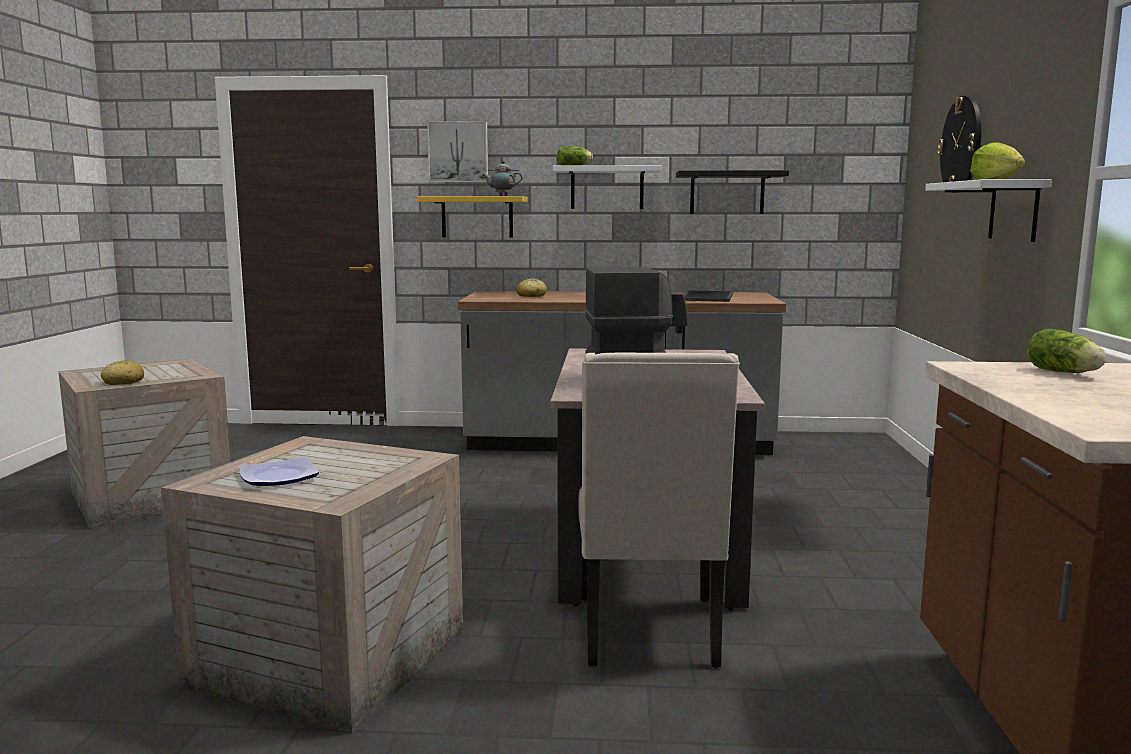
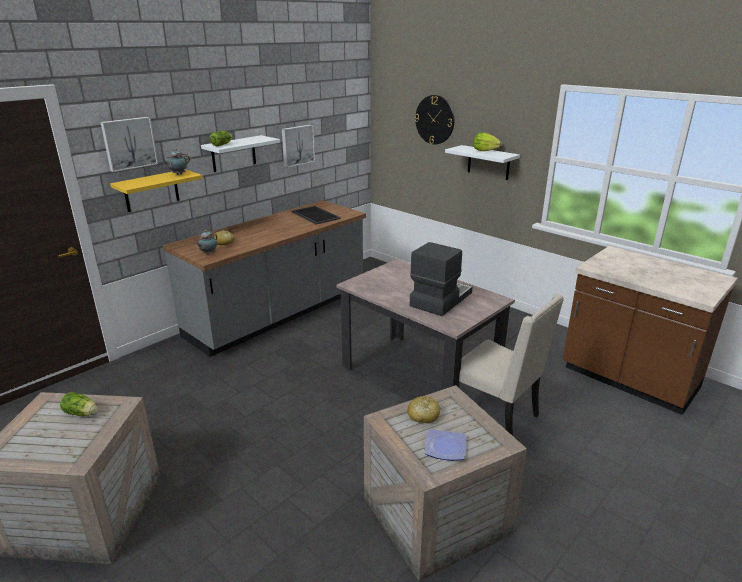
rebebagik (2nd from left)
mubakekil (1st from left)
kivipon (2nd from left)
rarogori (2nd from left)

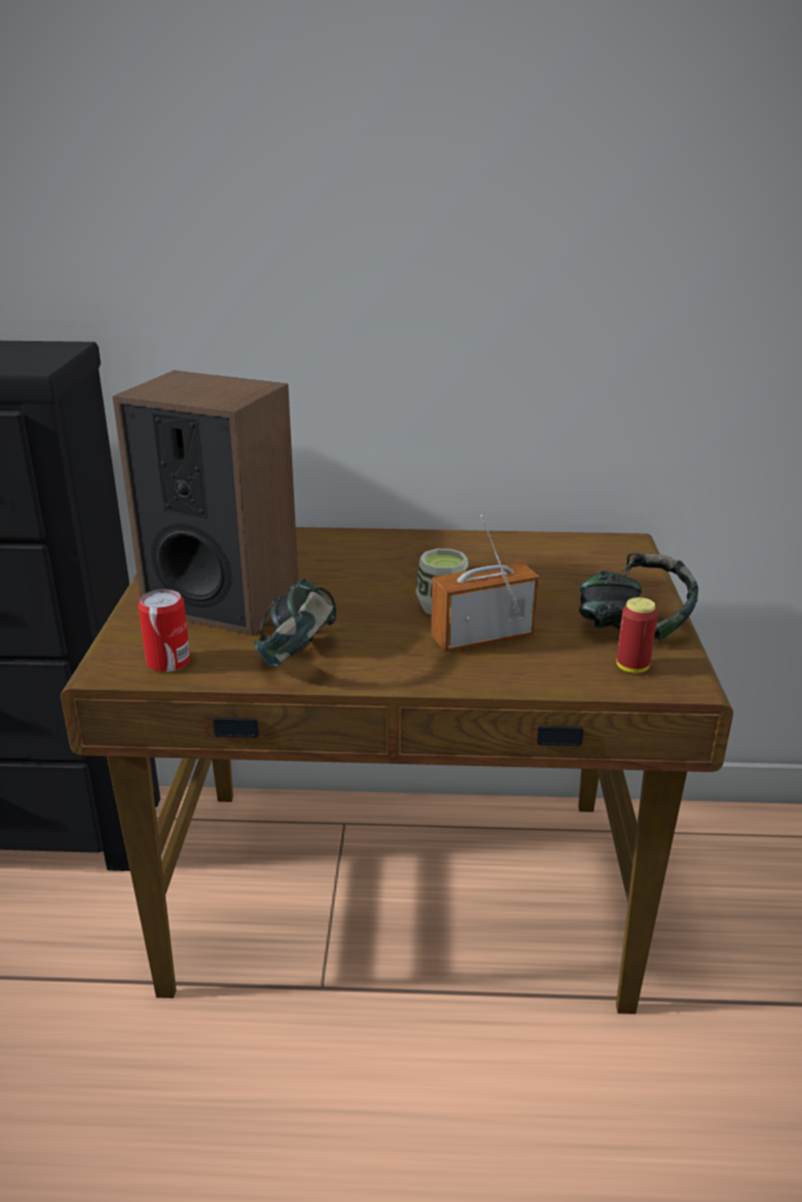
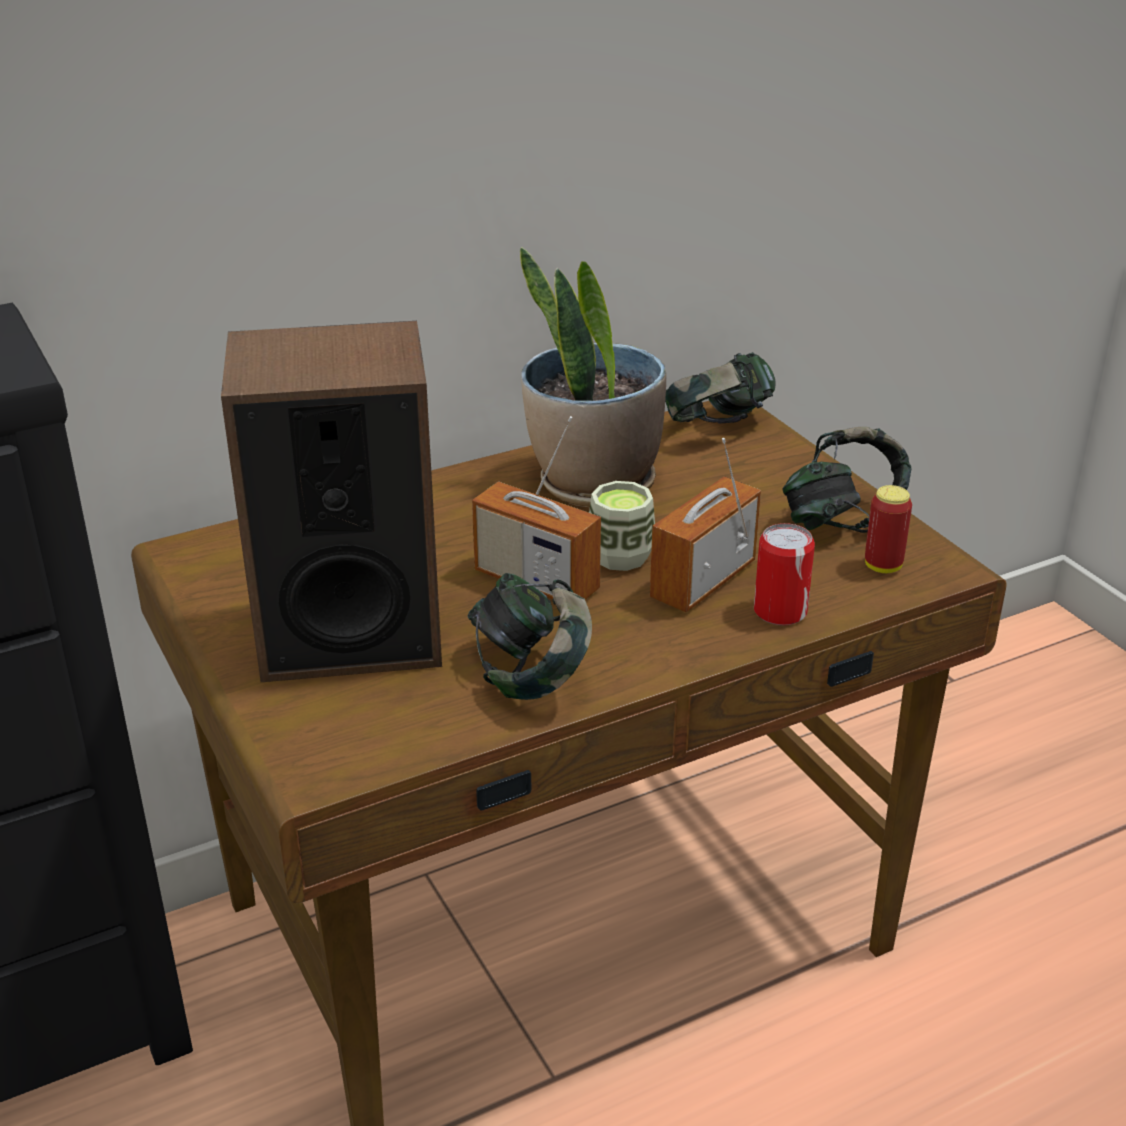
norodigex (1st from left)
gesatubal
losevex (2nd from left)
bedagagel (1st from left)

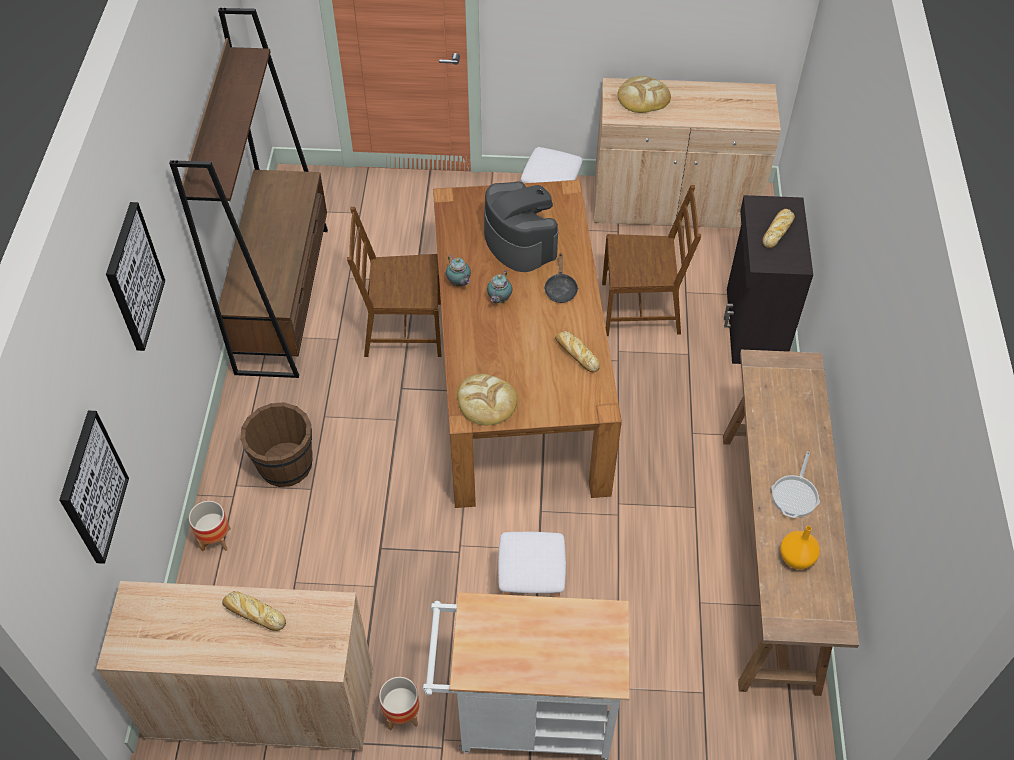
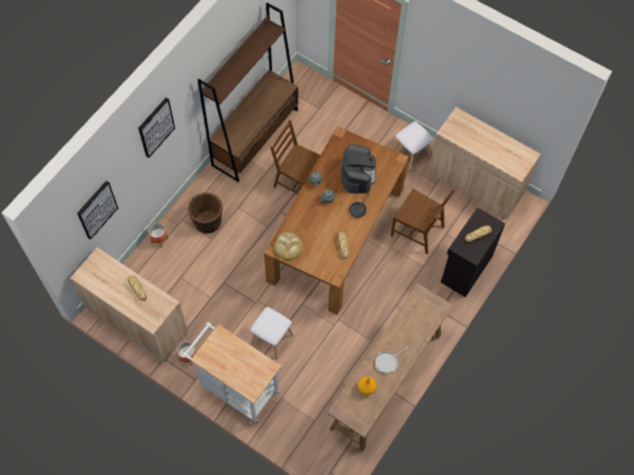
kivipon (4th from left in the first image)

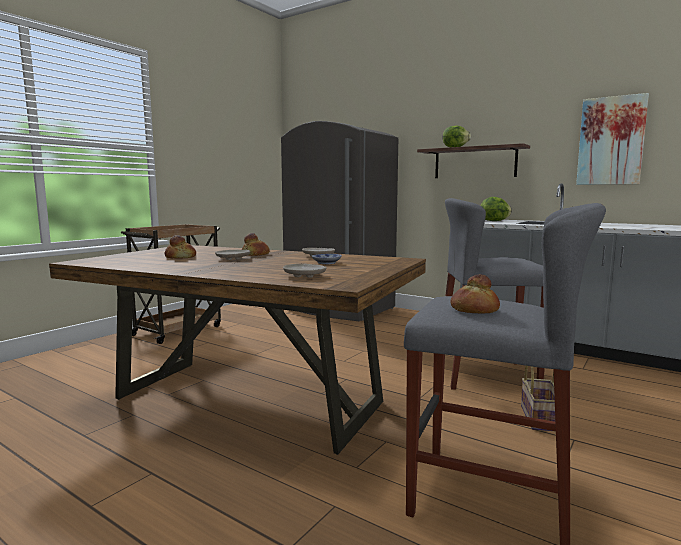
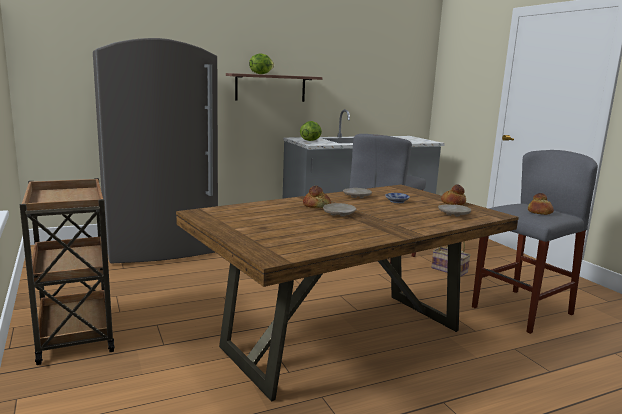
rebebagik
kivipon (2nd from left)

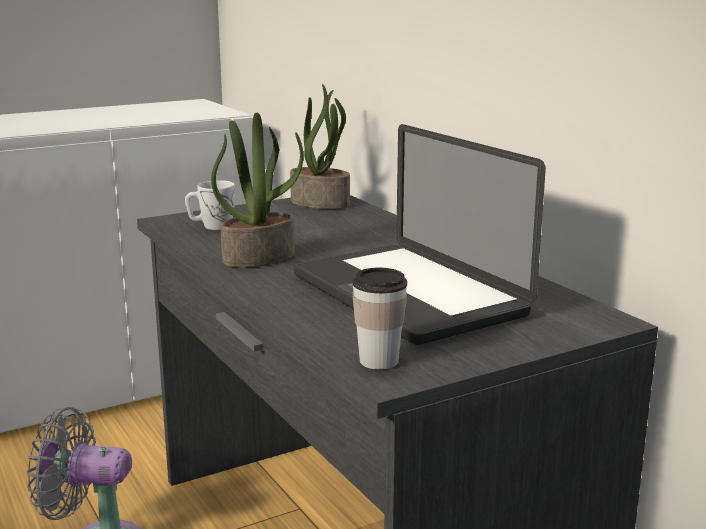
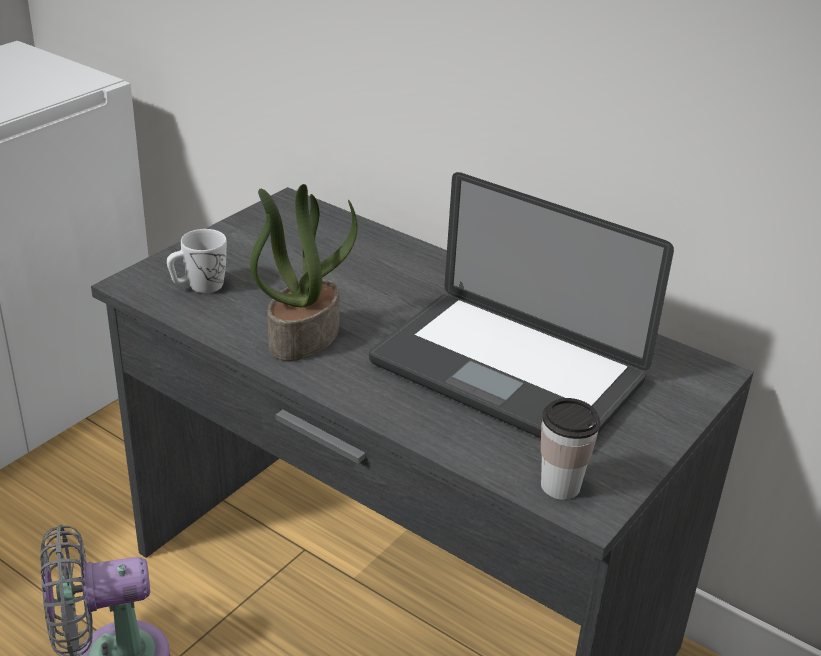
gesatubal (2nd from left in the first image)

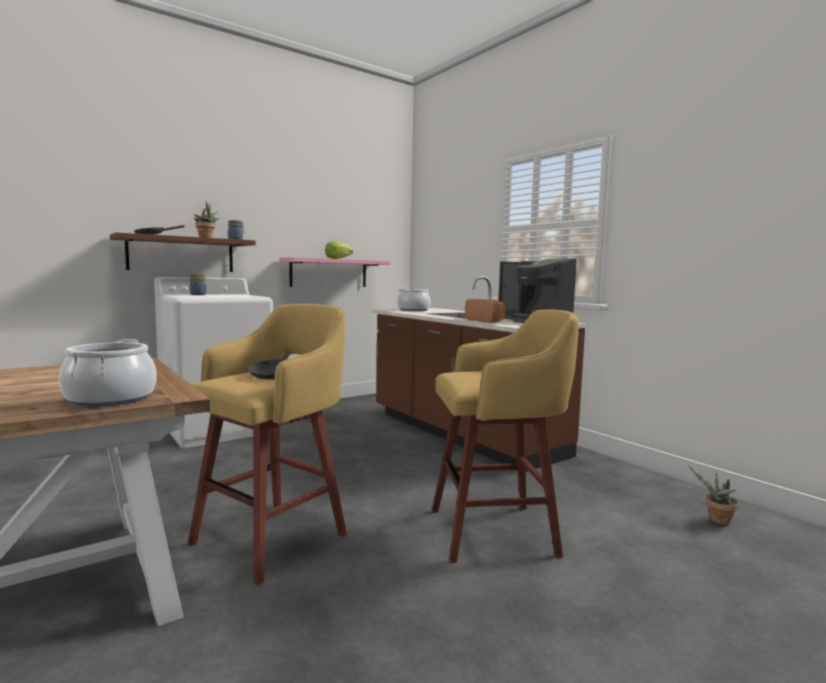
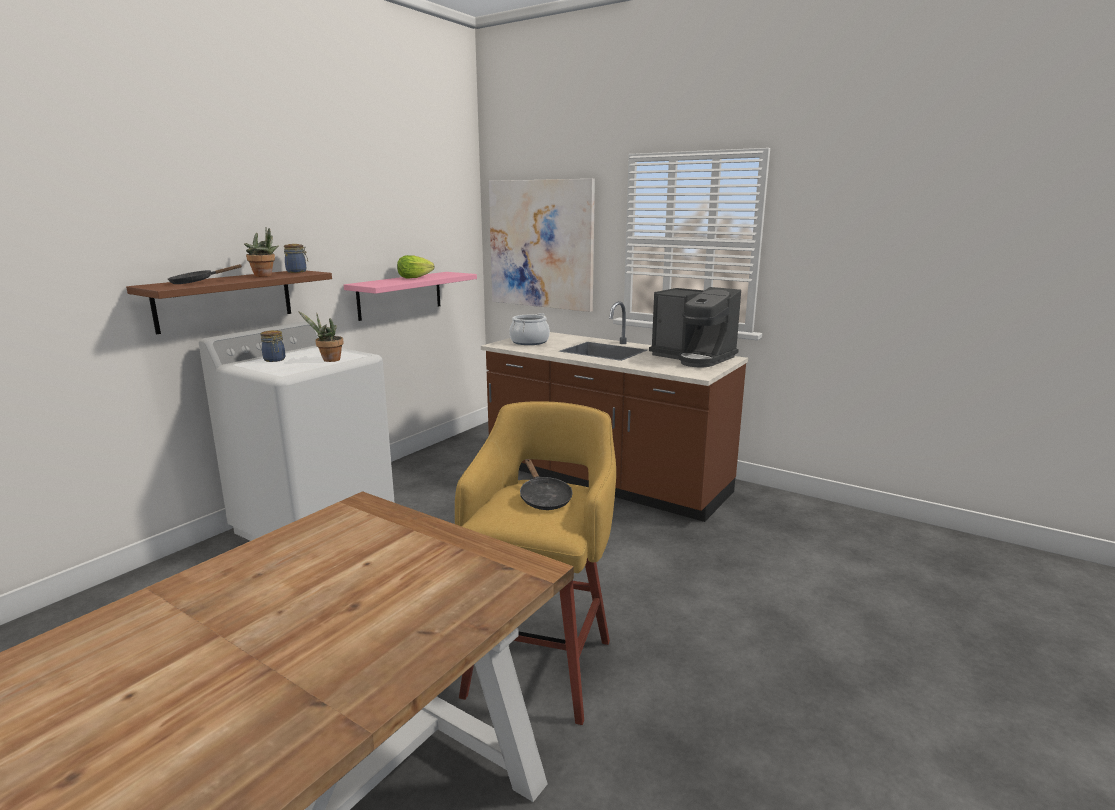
kivipon
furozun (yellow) (2nd from left in the first image)
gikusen (1st from left in the first image)
gesatubal (2nd from left)
rebebagik

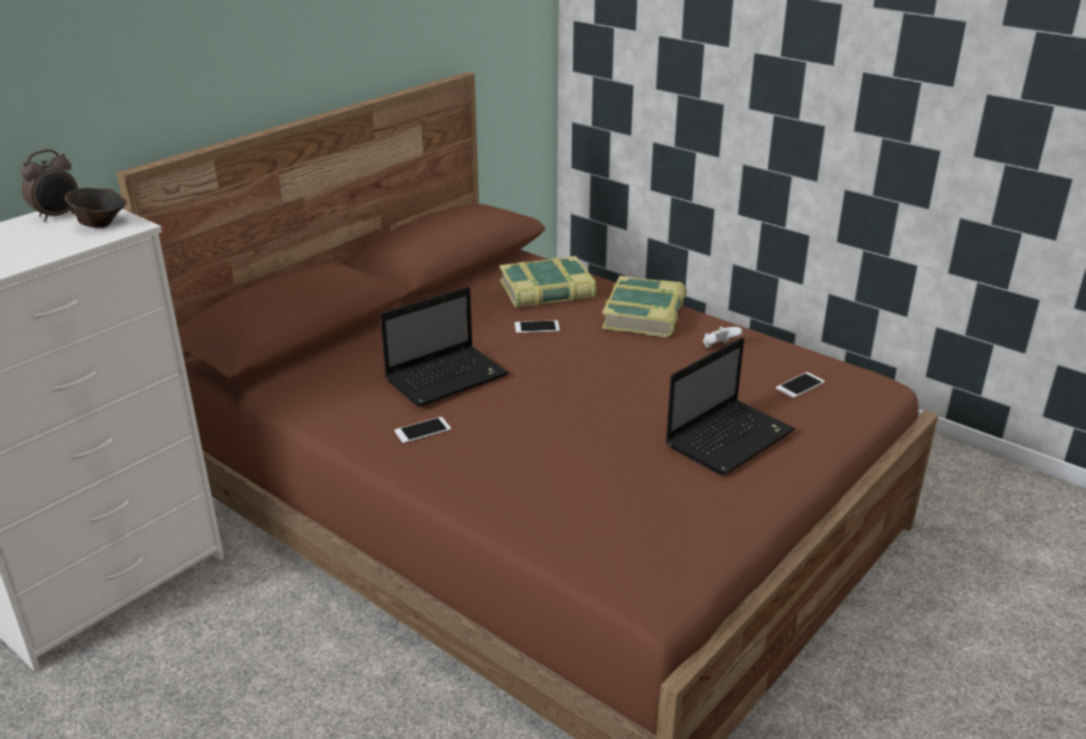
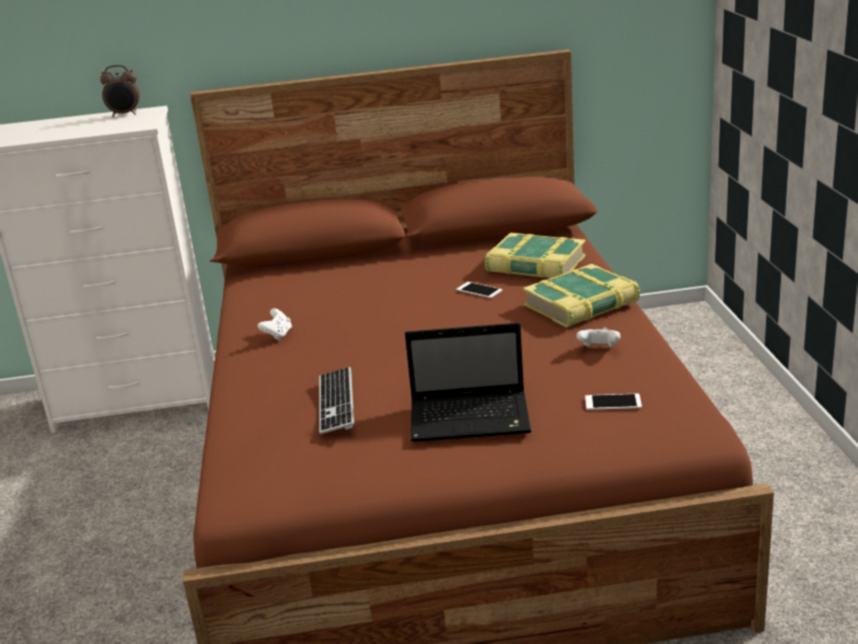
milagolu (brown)
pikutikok (1st from left in the first image)
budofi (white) (1st from left)
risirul

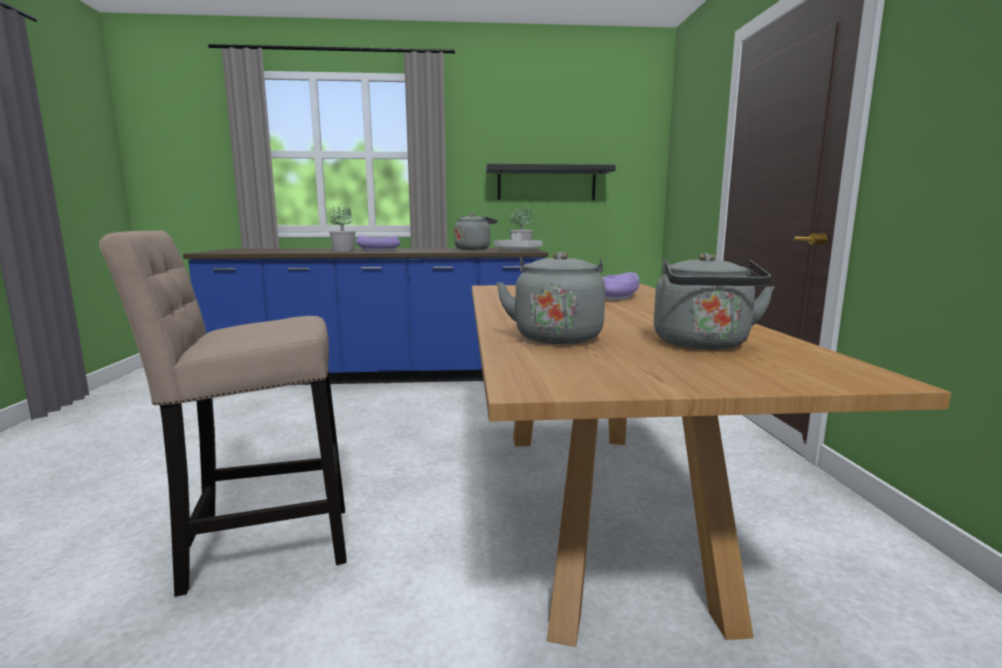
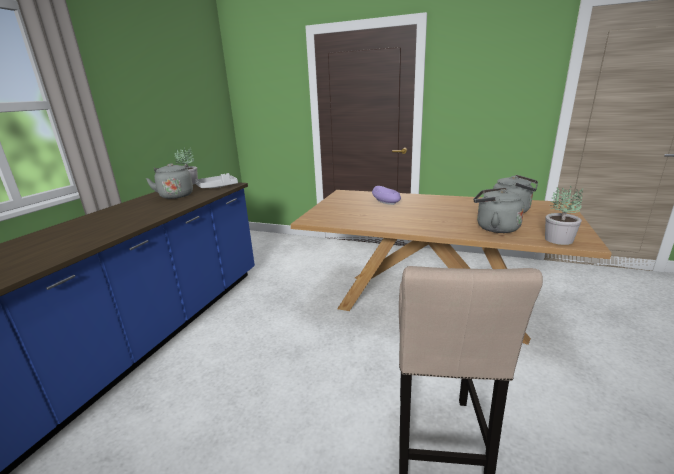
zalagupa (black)
gesatubal (2nd from left)
milagolu (purple) (1st from left in the first image)

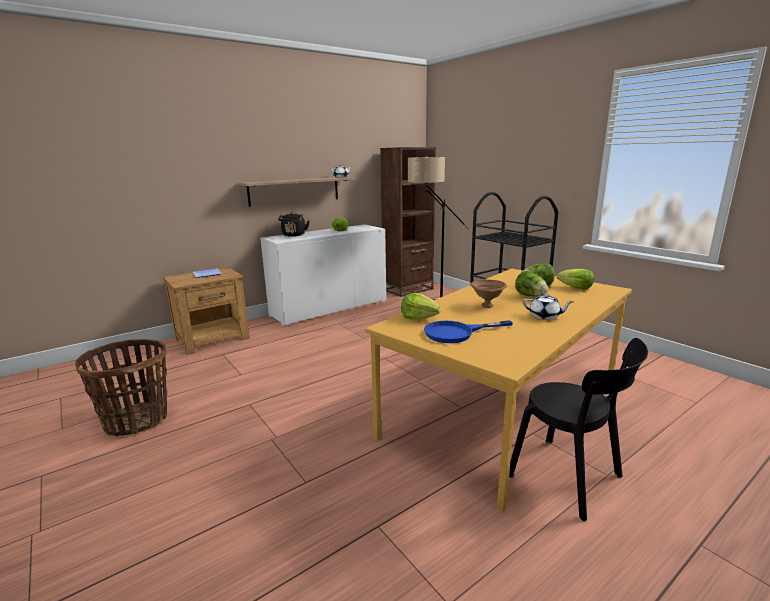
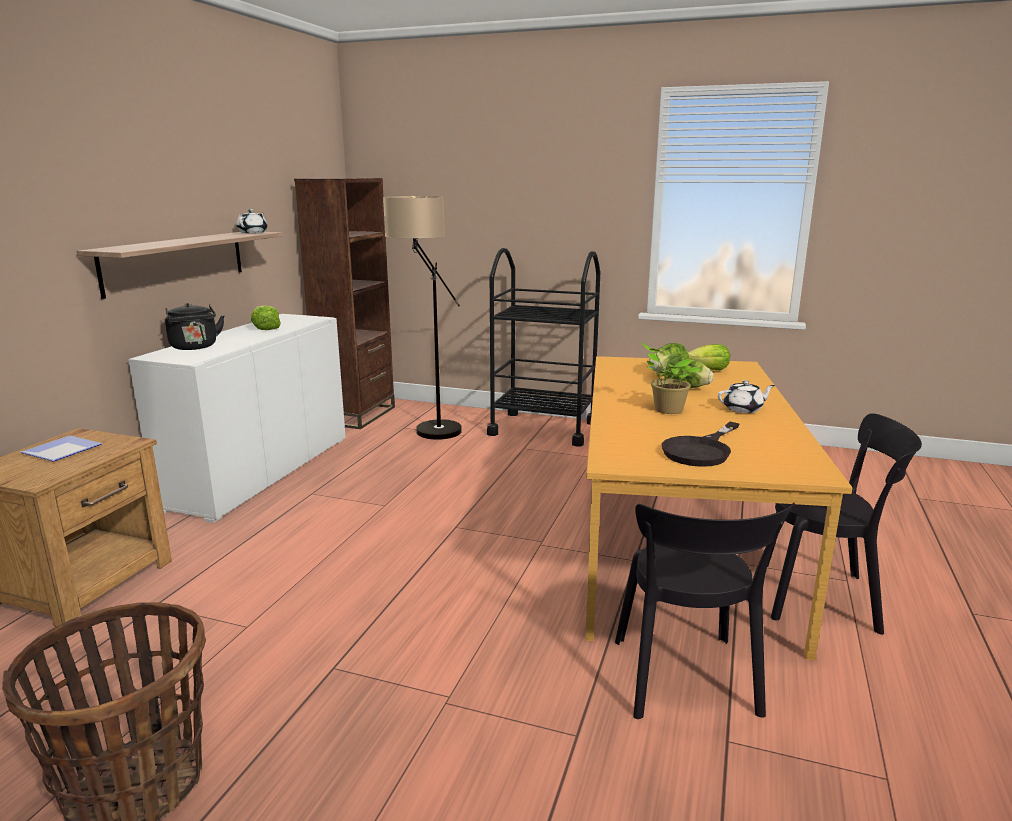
gesatubal
mubakekil (2nd from left in the first image)
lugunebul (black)
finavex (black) (1st from left)

